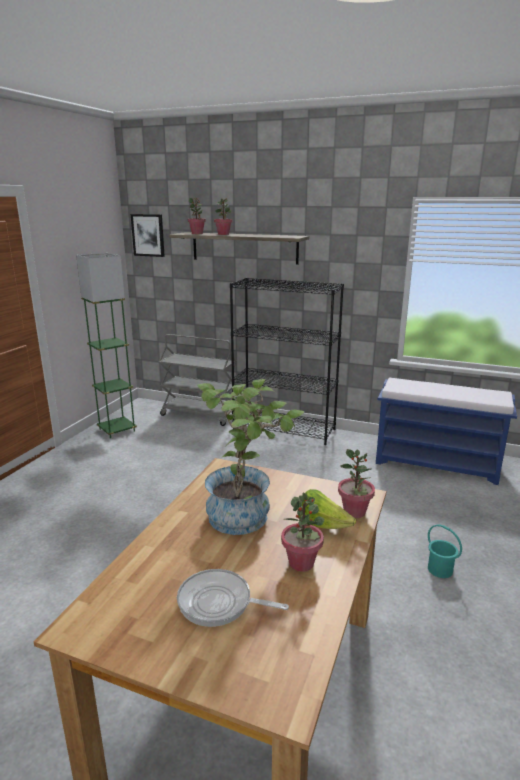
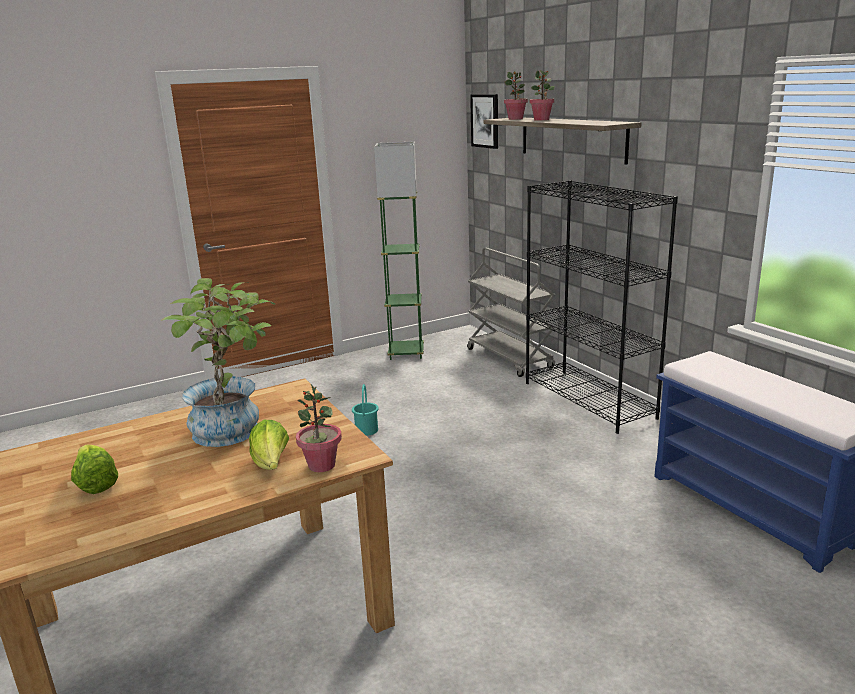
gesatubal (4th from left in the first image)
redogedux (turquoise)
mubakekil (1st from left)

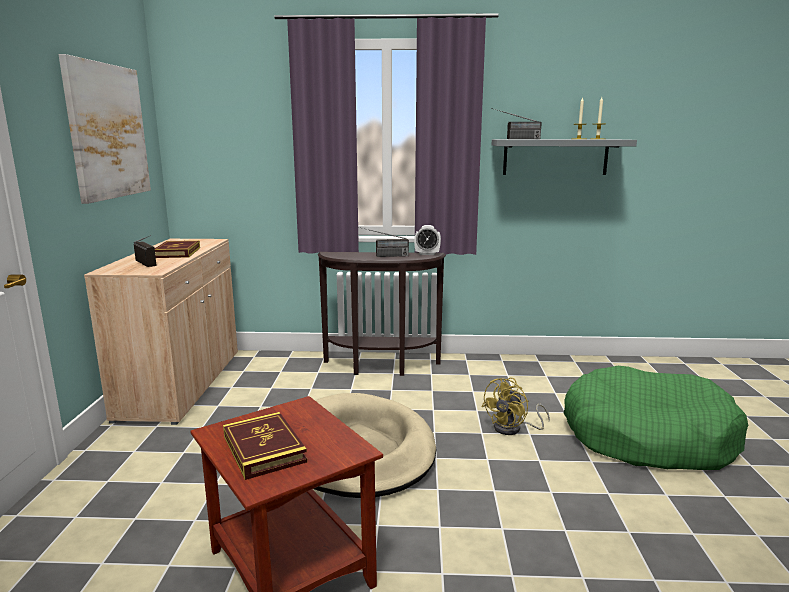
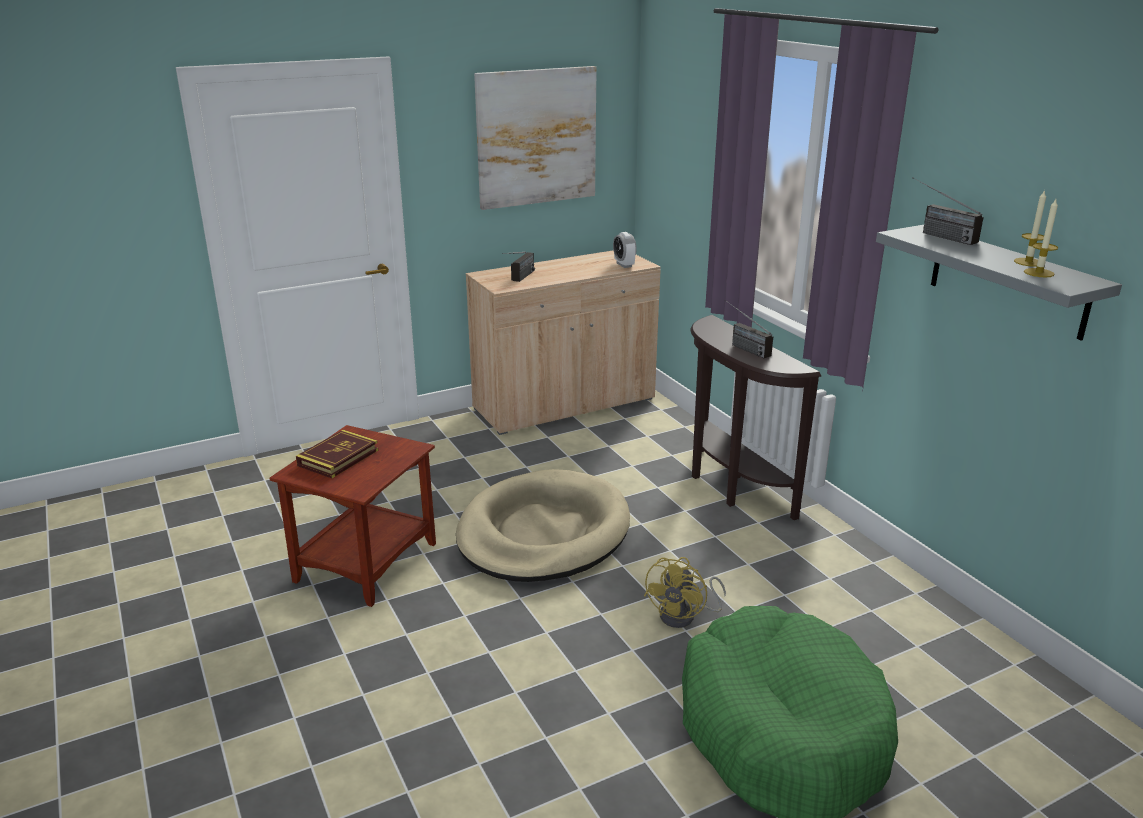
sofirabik
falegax (1st from left in the first image)
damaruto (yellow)

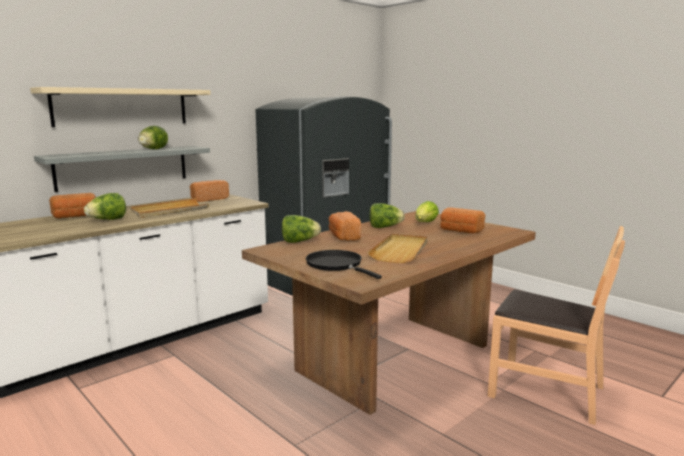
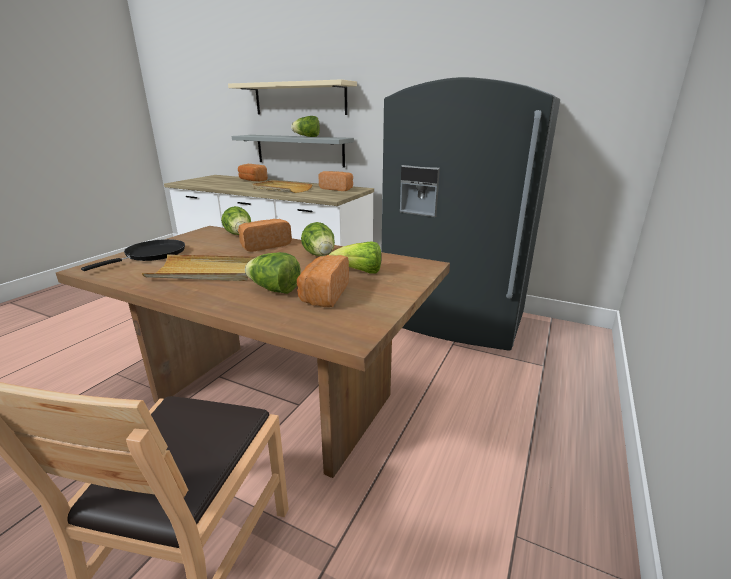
mubakekil (2nd from left)

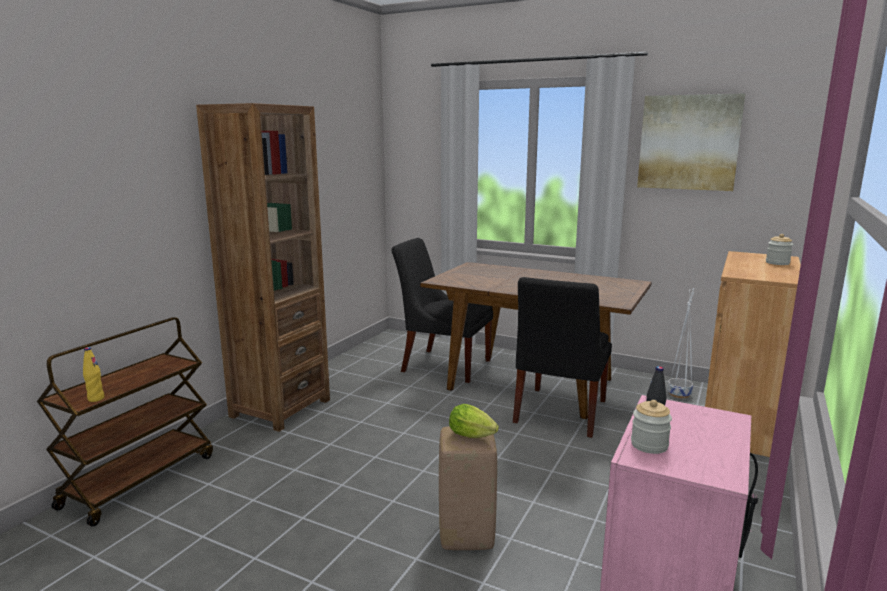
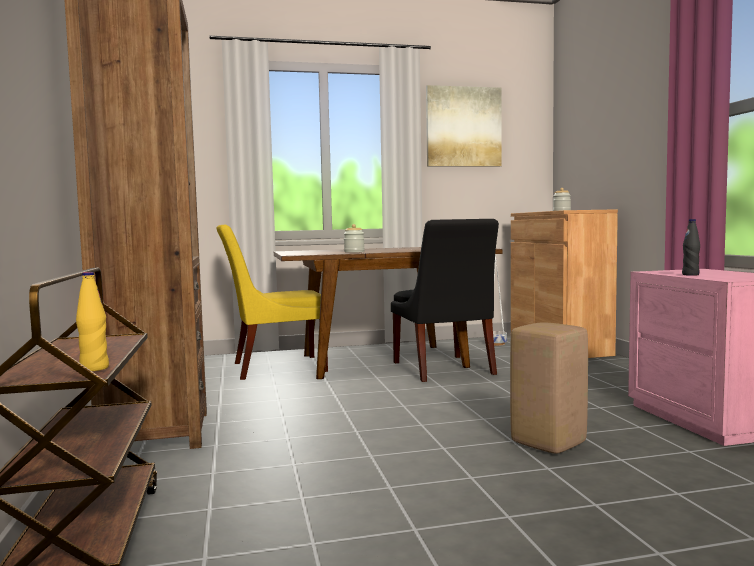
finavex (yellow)
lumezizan (1st from left)
mubakekil

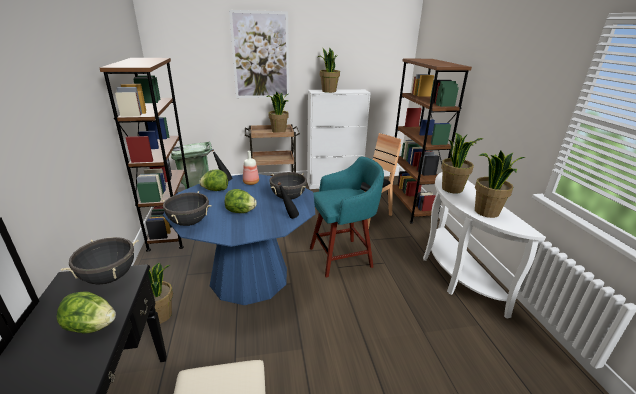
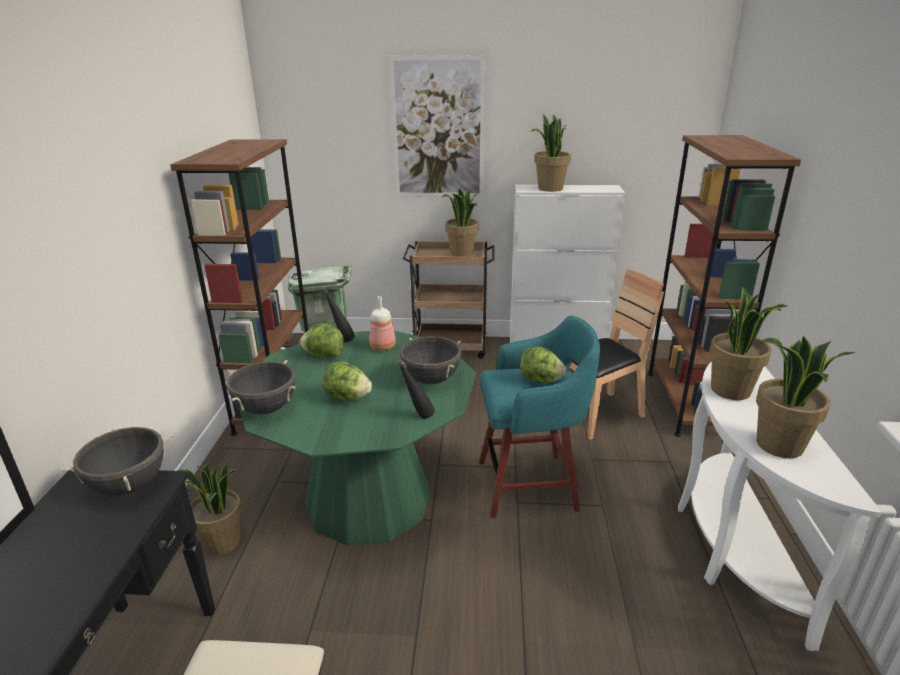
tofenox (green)
mubakekil (3rd from left)

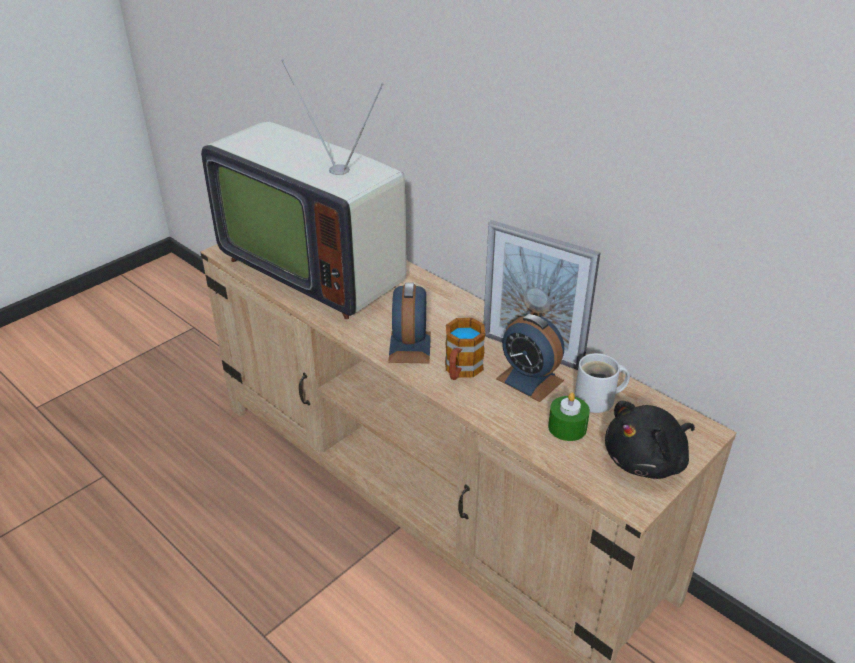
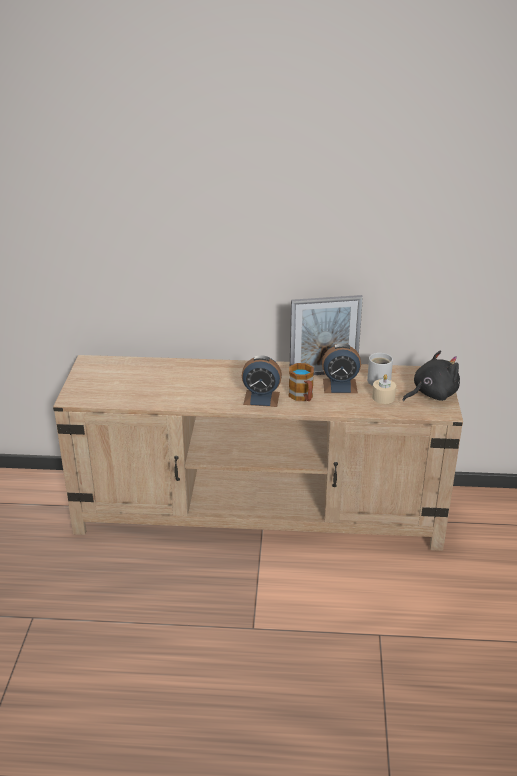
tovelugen
sofirabik (1st from left)
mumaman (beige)
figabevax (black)

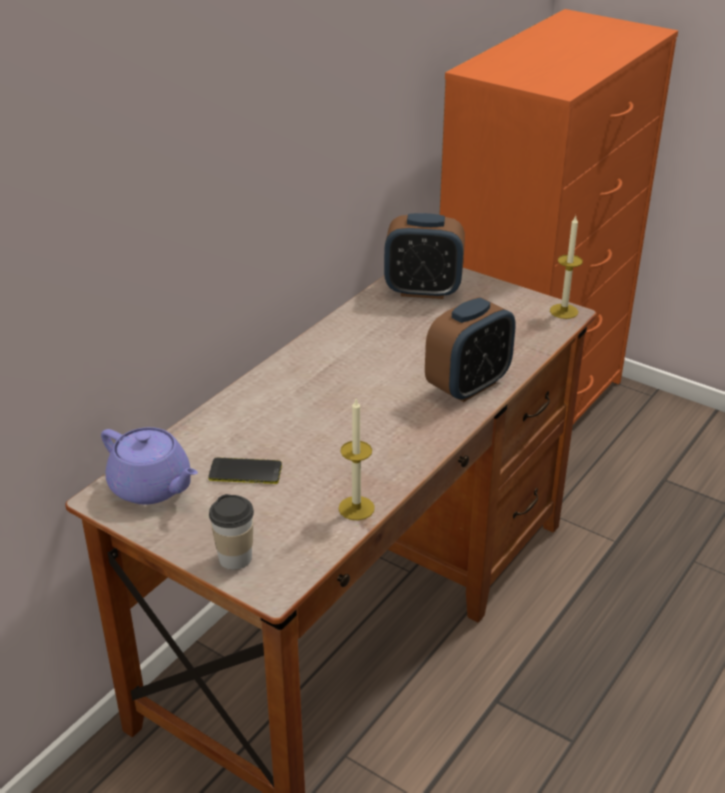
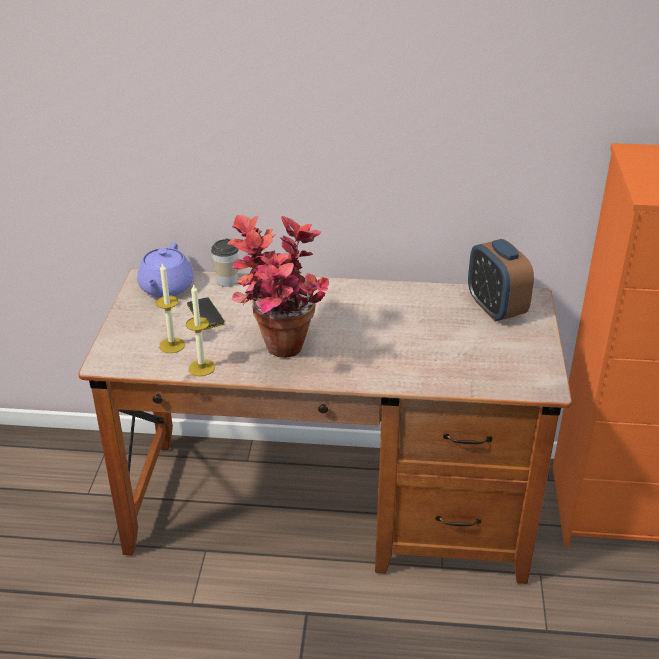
mumaman (1st from left)
sofirabik (2nd from left in the first image)
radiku
gesatubal

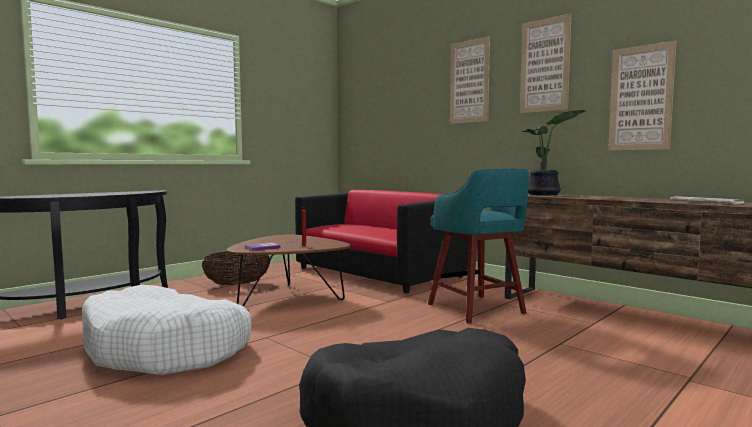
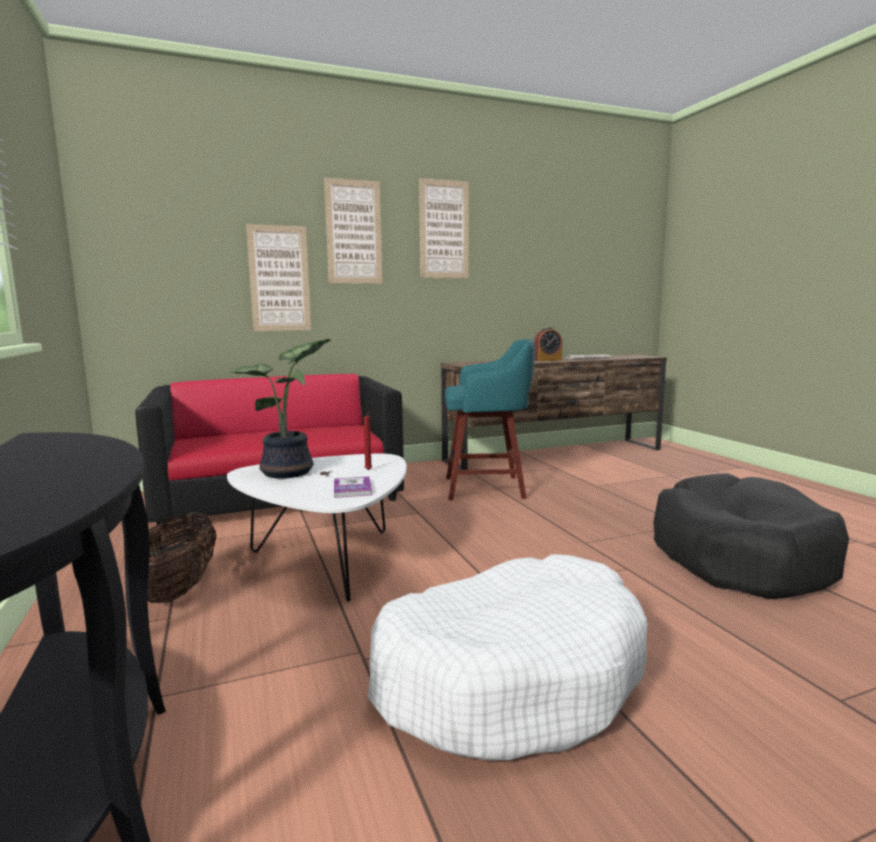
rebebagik (1st from left)
gesatubal
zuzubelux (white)
sofirabik

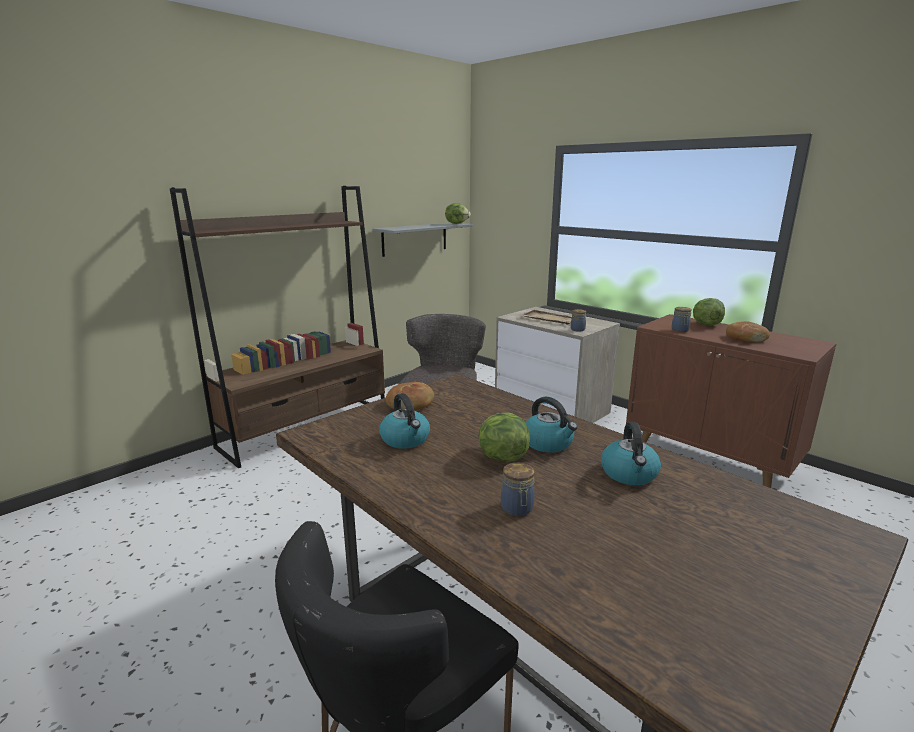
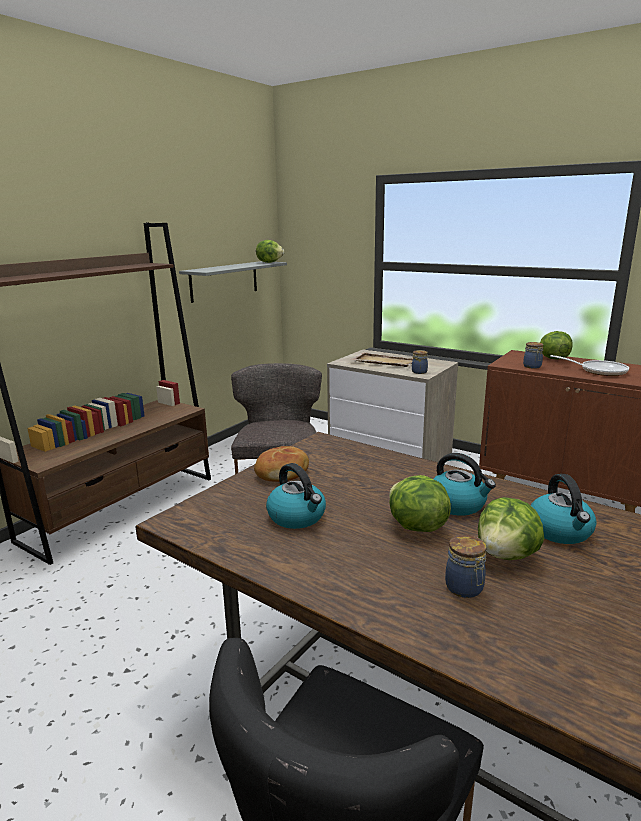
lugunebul
mubakekil (3rd from left)

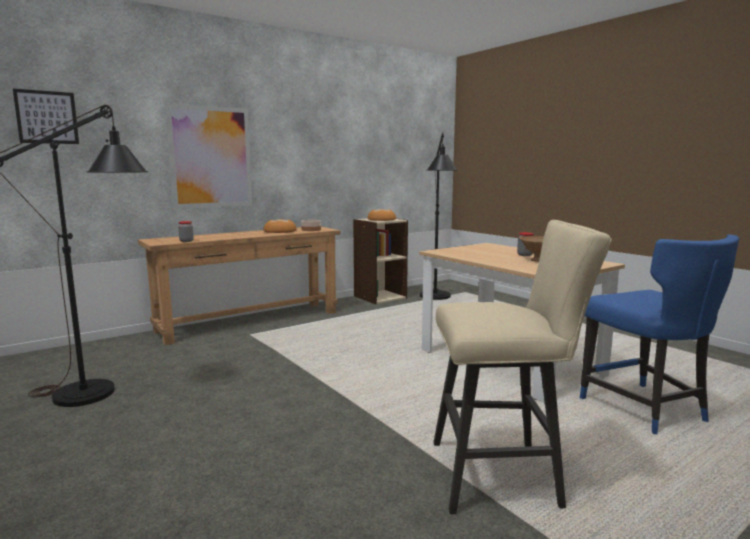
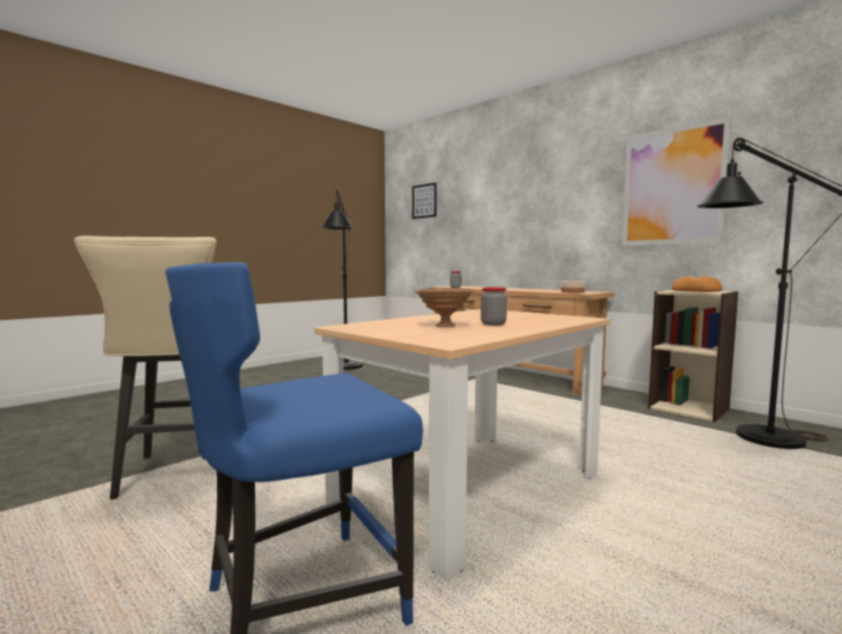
rebebagik (2nd from left)
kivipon (1st from left in the first image)

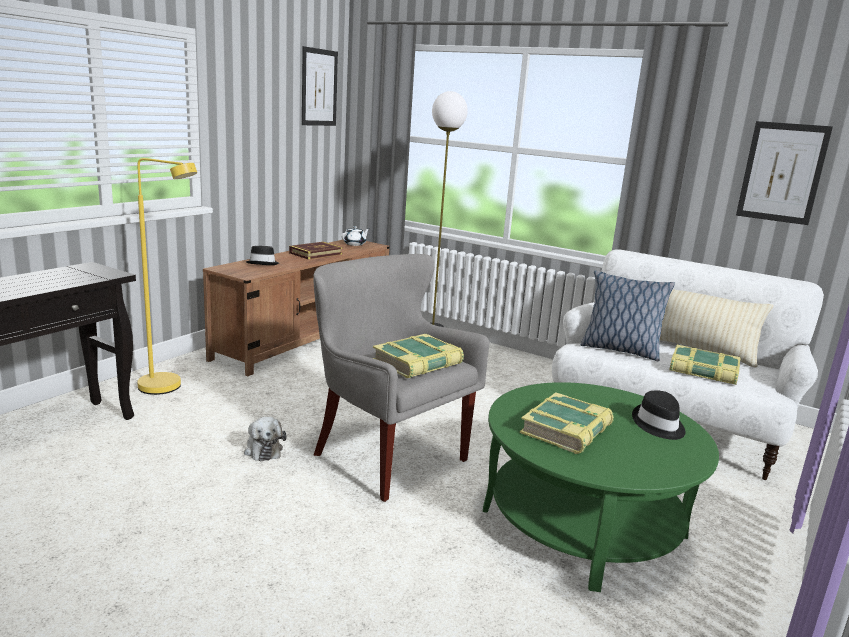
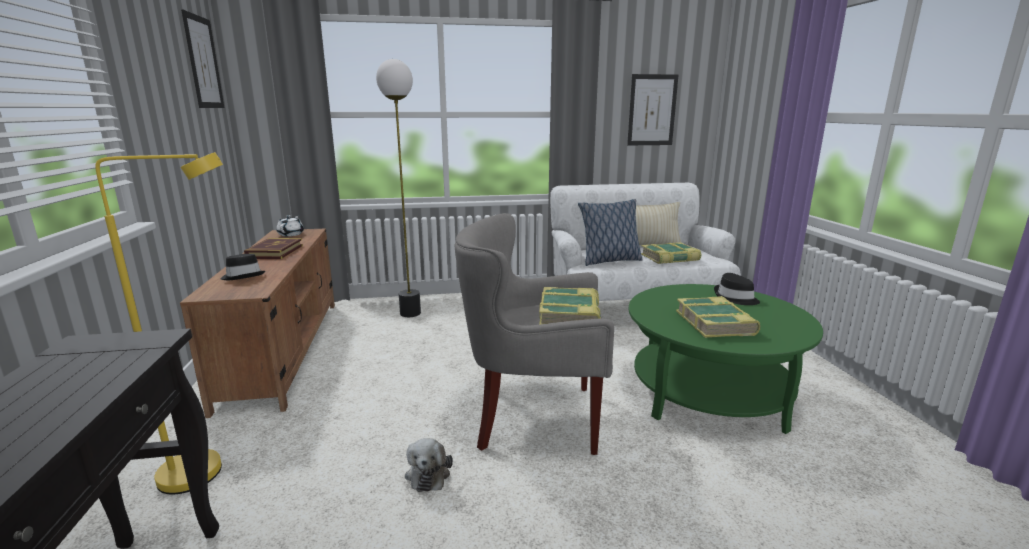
figabevax

